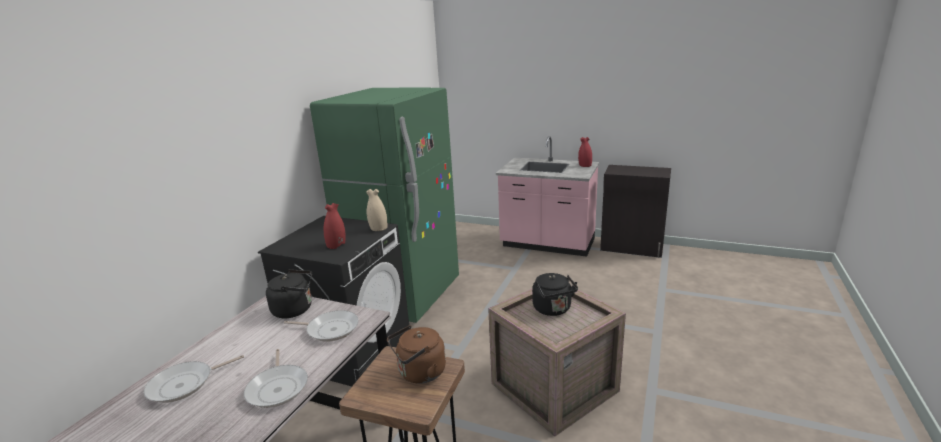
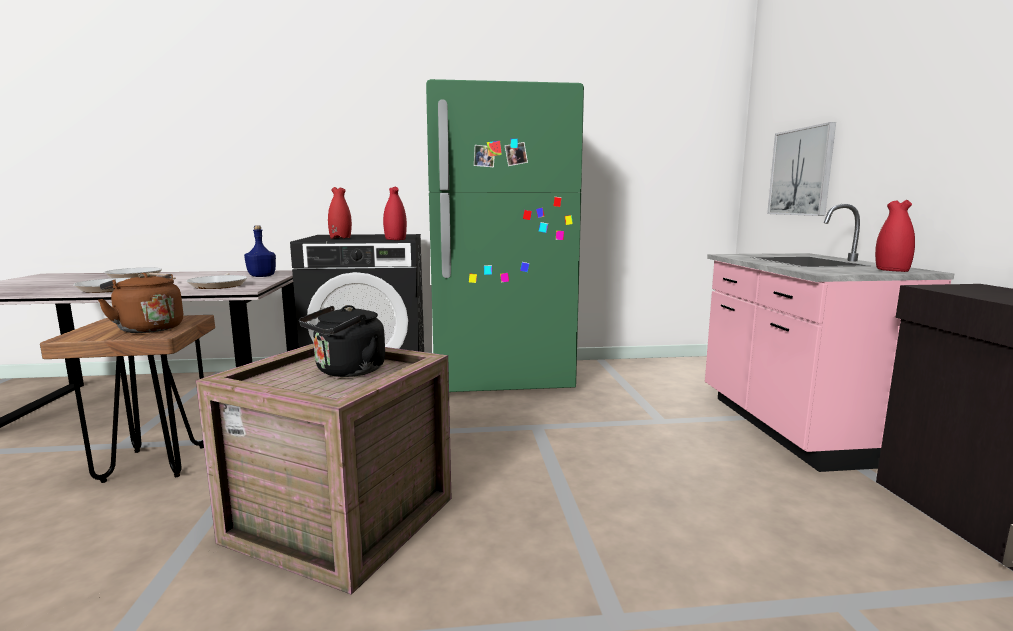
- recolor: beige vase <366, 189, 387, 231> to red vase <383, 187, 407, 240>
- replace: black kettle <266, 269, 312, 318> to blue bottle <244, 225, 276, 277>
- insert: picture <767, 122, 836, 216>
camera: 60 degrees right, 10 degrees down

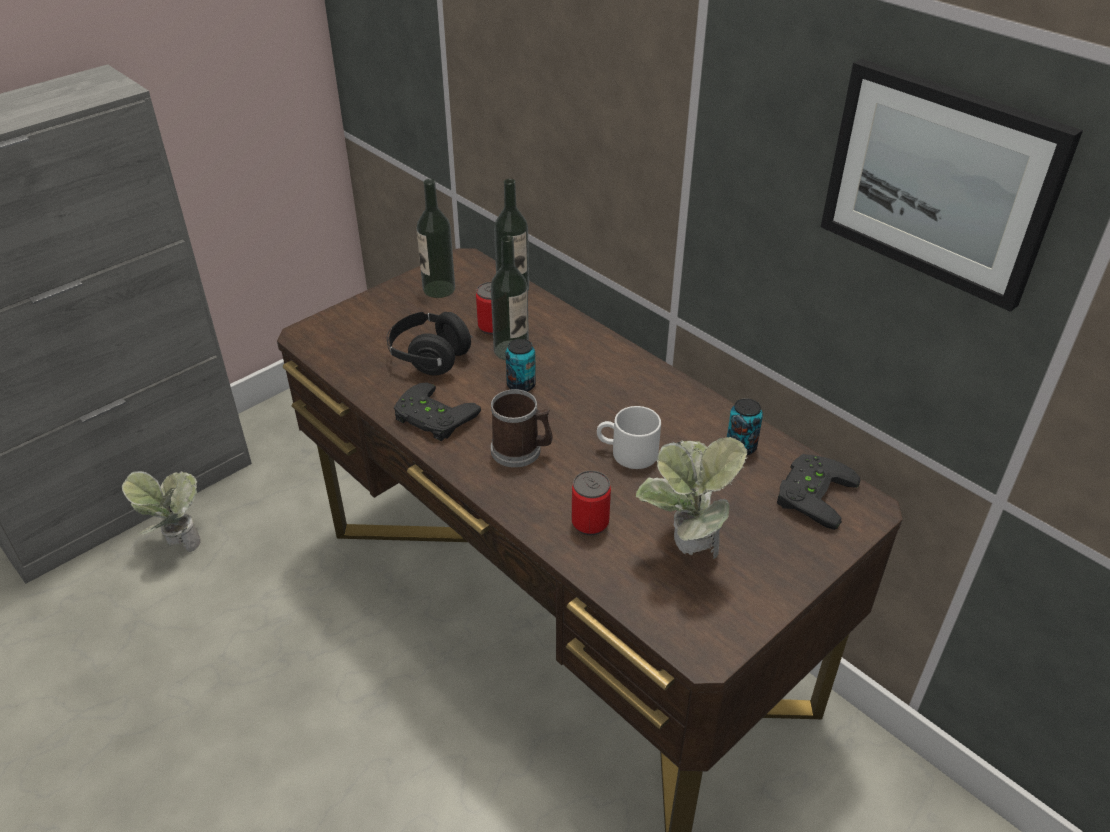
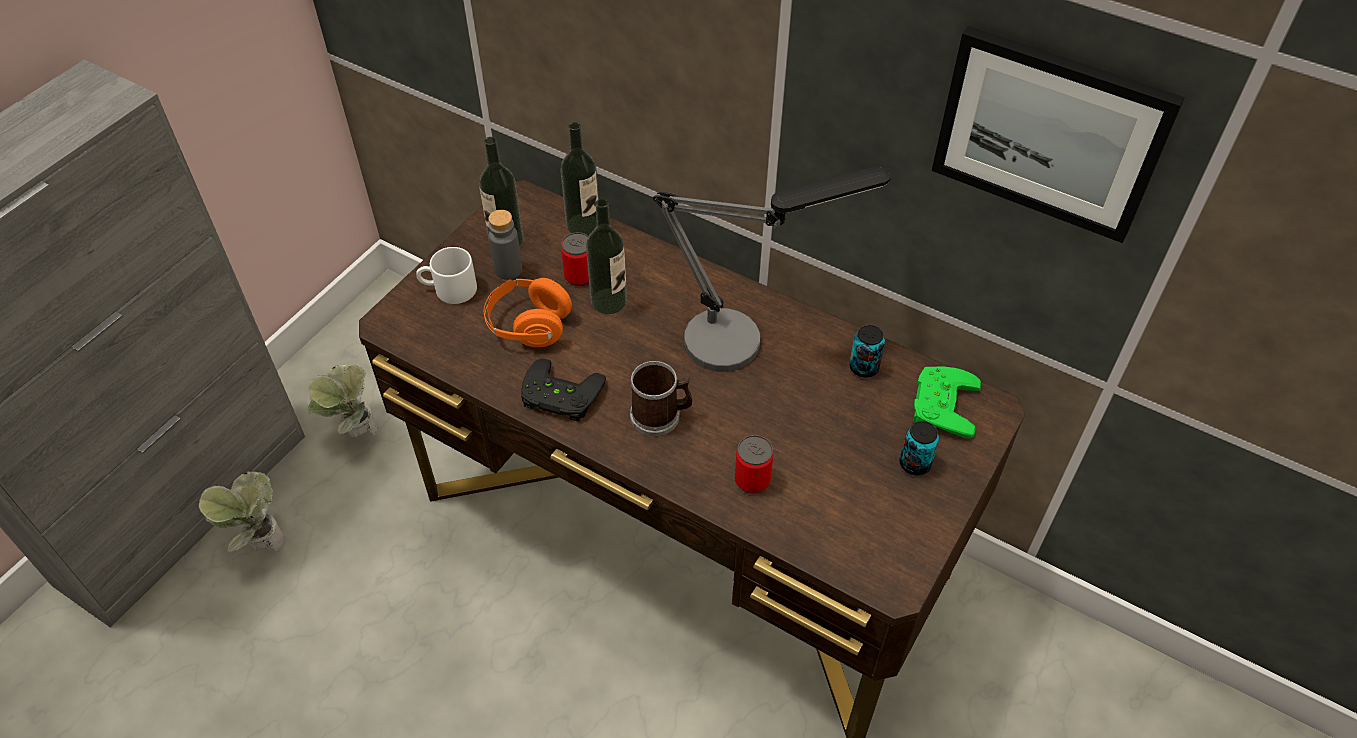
- recolor: black headphones <387, 312, 473, 375> to orange headphones <484, 278, 572, 347>
- move: can <505, 339, 536, 392> to <899, 421, 939, 476>
- move: white mug <597, 406, 661, 469> to <416, 247, 477, 304>
- move: potted plant <636, 437, 747, 559> to <308, 364, 379, 438>
- recolor: black game controller <777, 454, 861, 530> to green game controller <913, 367, 981, 438>
- insert: table lamp <653, 166, 891, 372>
- insert: grey bottle <488, 210, 522, 280>
camera: 15 degrees left, 10 degrees up

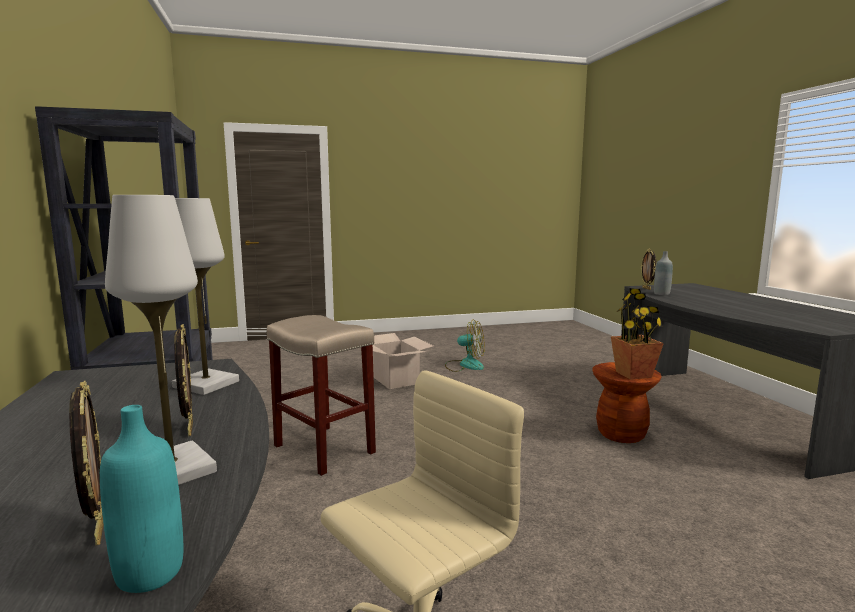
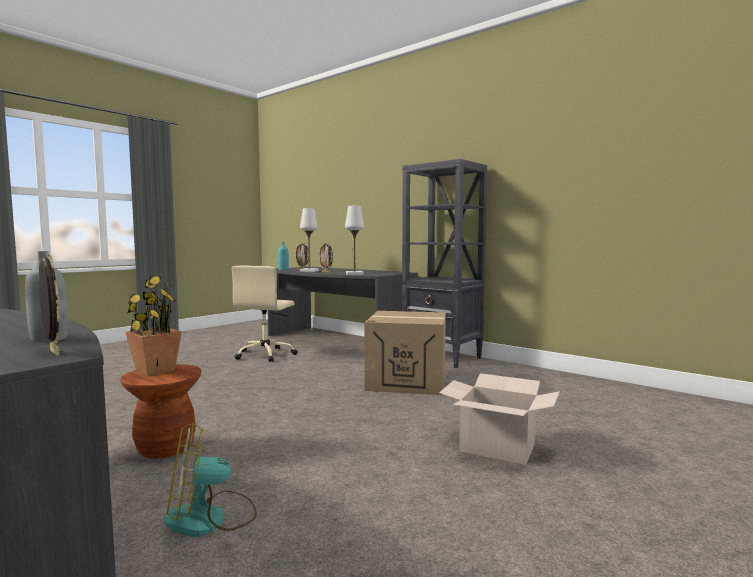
- replace: beige stool <267, 315, 376, 476> to cardboard box <364, 311, 446, 395>
- move: fan <445, 319, 485, 372> to <164, 423, 257, 537>
camera: 145 degrees right, 5 degrees down

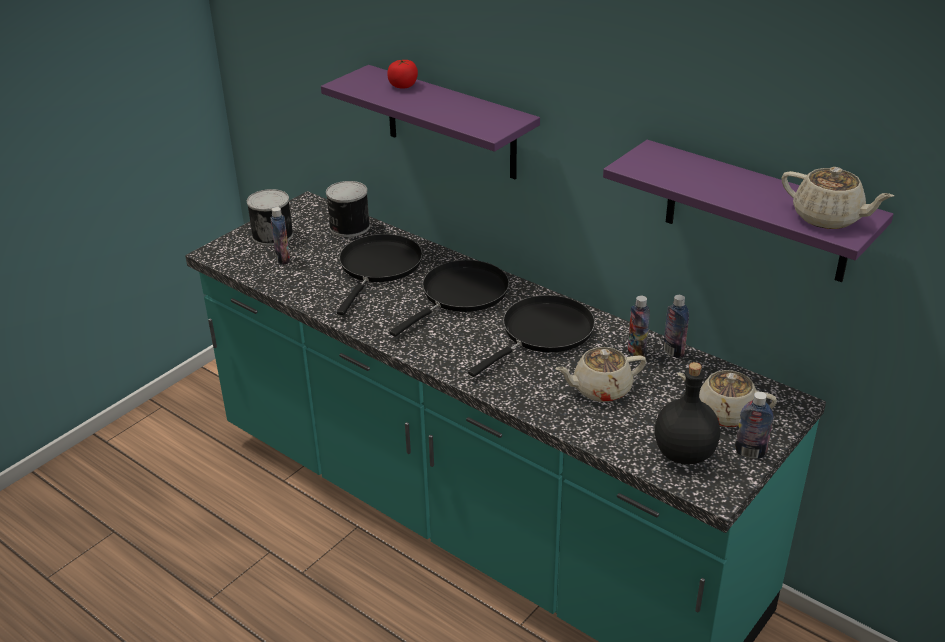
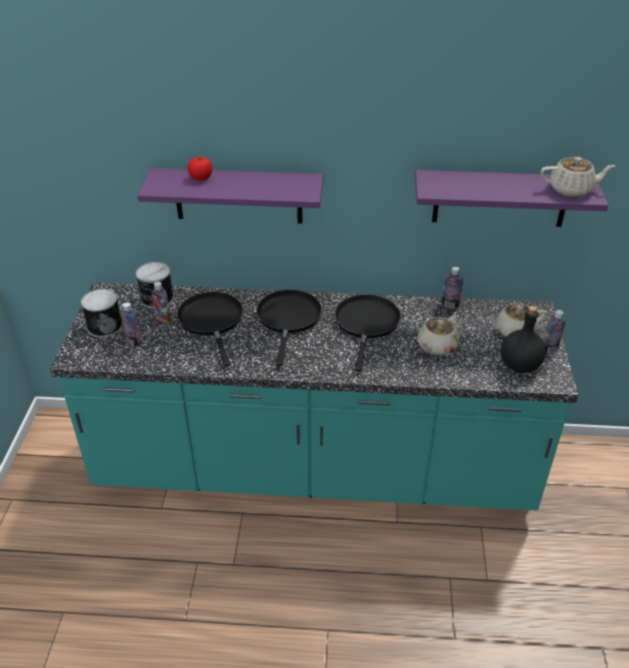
- move: bottle <627, 296, 650, 358> to <151, 282, 171, 325>
camera: 35 degrees left, 5 degrees up

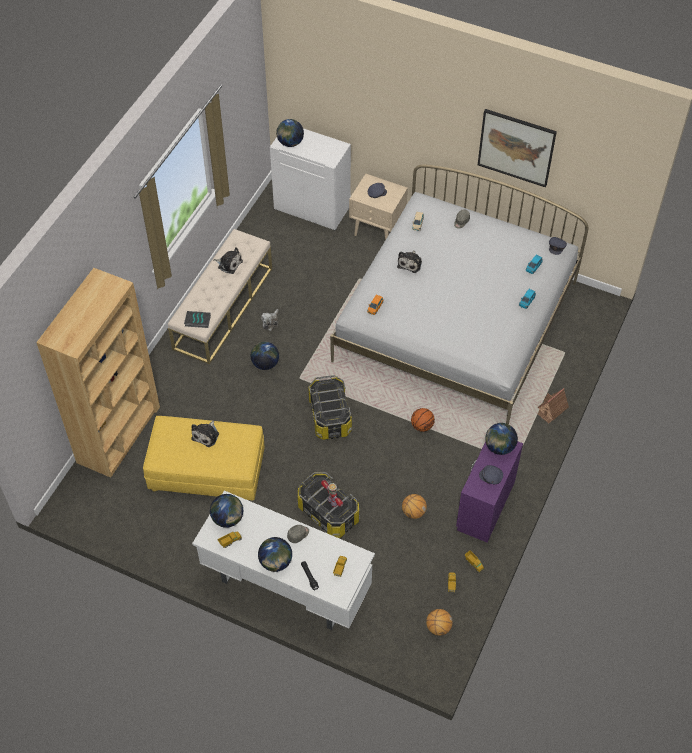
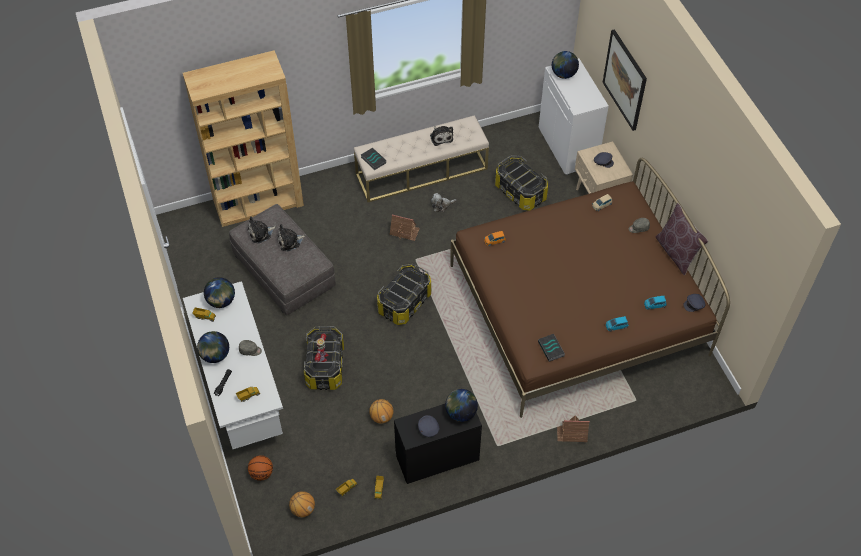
- move: picture <478, 109, 557, 187> to <603, 29, 647, 131>
- recolor: white bed <330, 164, 589, 424> to brown bed <450, 158, 730, 418>
- move: plush toy <397, 250, 422, 273> to <248, 217, 276, 243>
- replace: globe <251, 342, 279, 370> to toy house <390, 214, 420, 241>
- move: basketball <411, 408, 435, 432> to <248, 455, 273, 481>
- recolor: yellow ottoman <143, 416, 265, 500> to grey ottoman <229, 204, 336, 315>
- recolor: purple dresser <456, 442, 523, 543> to black dresser <394, 404, 482, 484>
- insert: storage box <495, 155, 548, 211>
- insert: brown pillow <656, 203, 708, 276>
- insert: book <538, 334, 565, 362>
camera: 45 degrees right, 0 degrees up

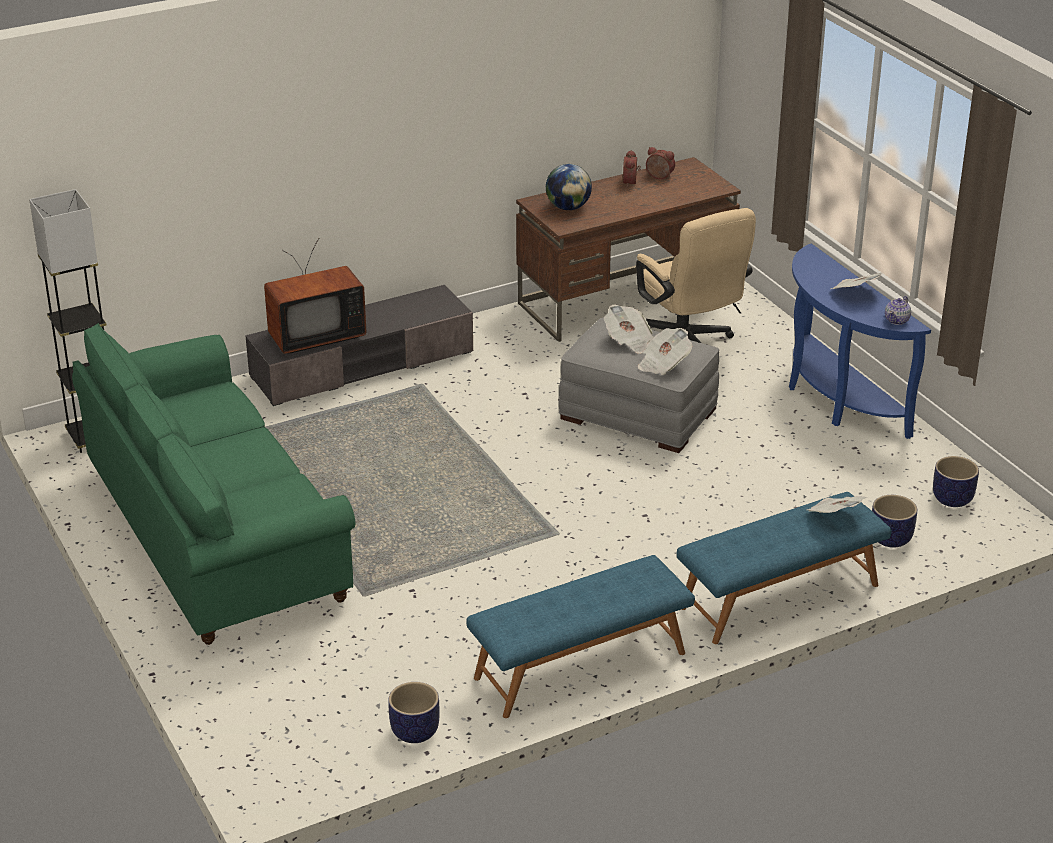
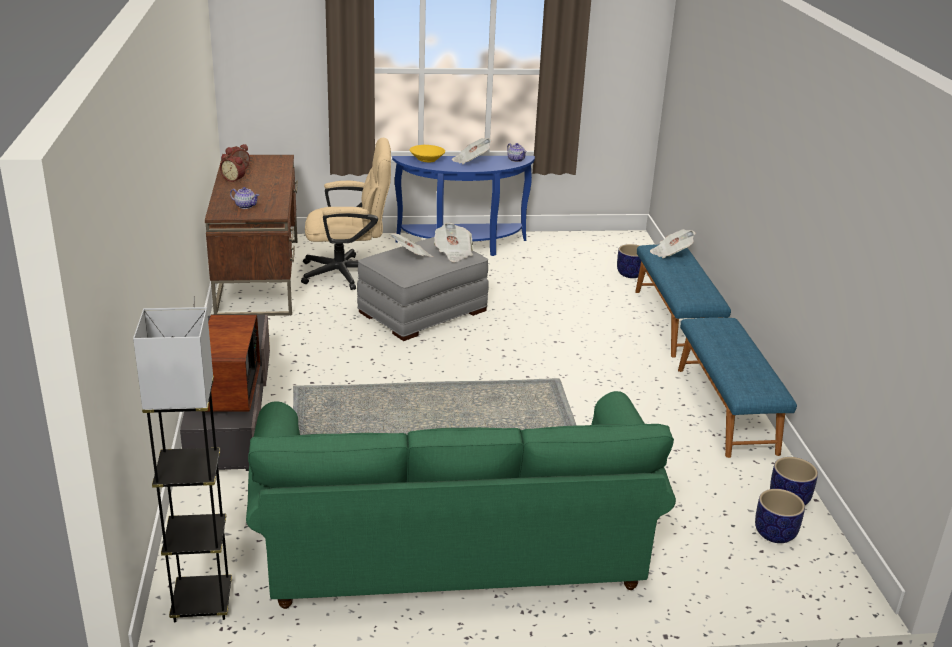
- replace: globe <546, 164, 592, 210> to teapot <230, 187, 259, 209>
- move: planter <933, 456, 979, 507> to <755, 489, 805, 543>
- insert: yellow bowl <410, 145, 445, 162>
camera: 70 degrees left, 5 degrees down

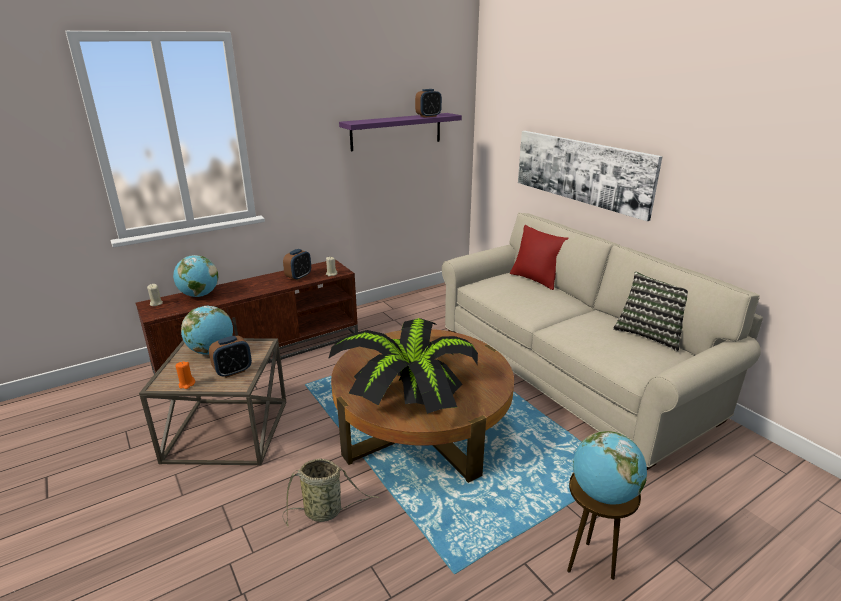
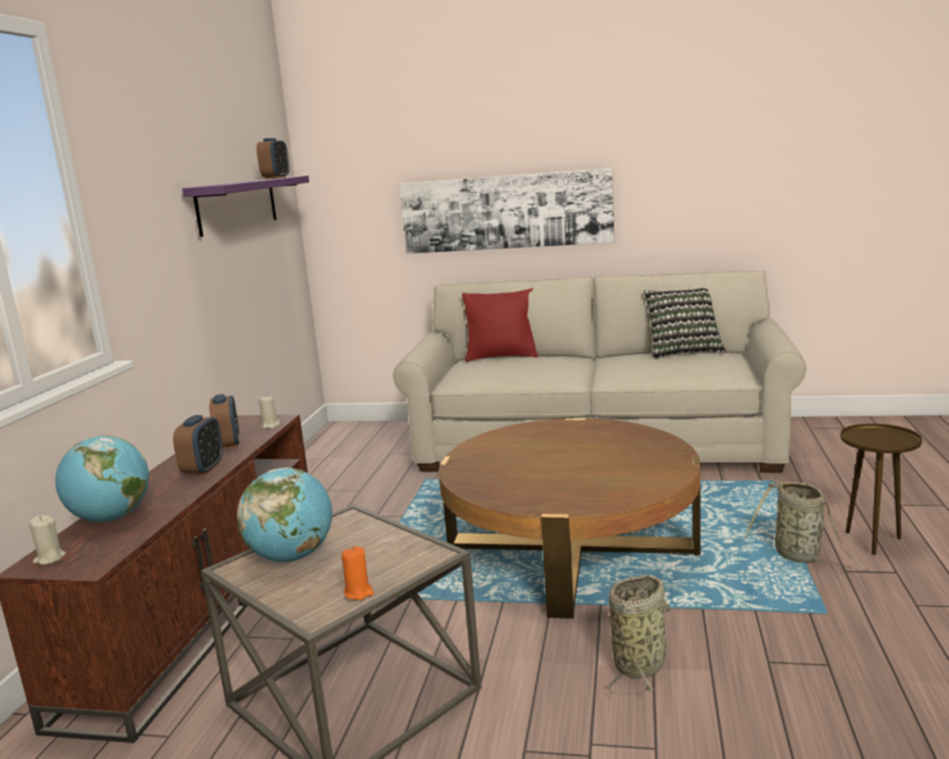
- delete: potted plant <328, 318, 478, 414>
- move: alarm clock <209, 336, 252, 378> to <173, 415, 223, 475>
- delete: globe <573, 431, 647, 505>
- insert: basket <745, 481, 868, 570>
camera: 45 degrees left, 10 degrees down

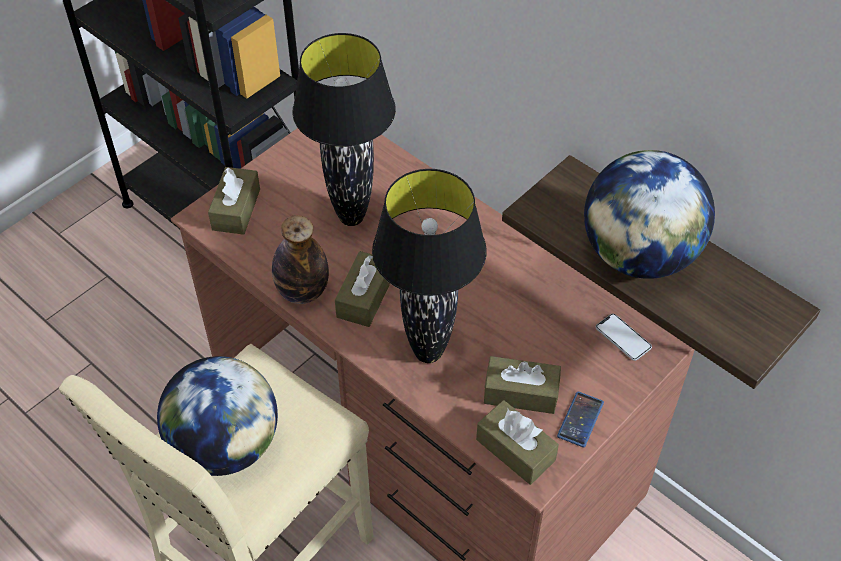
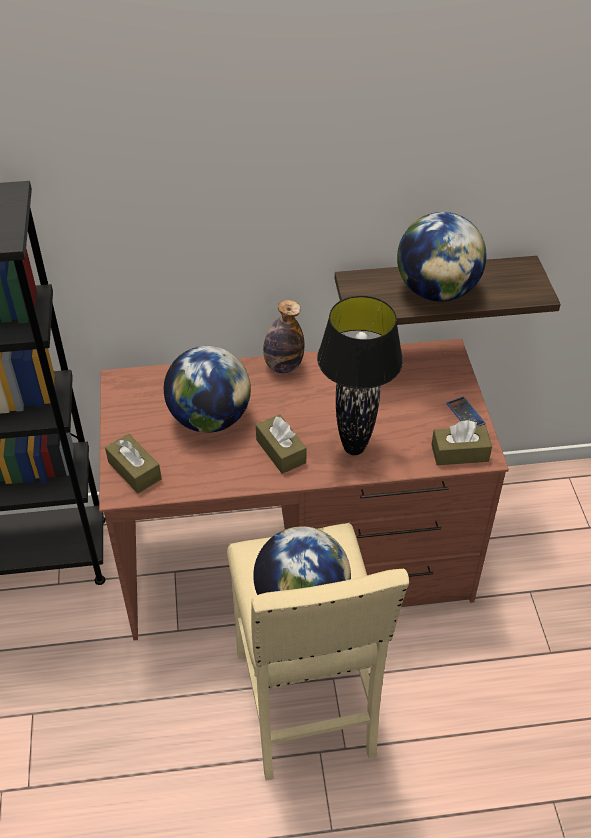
- replace: black table lamp <292, 33, 396, 226> to globe <164, 346, 251, 433>
- move: bottle <272, 215, 329, 304> to <263, 300, 304, 373>
- delete: phone <596, 314, 652, 361>
- delete: brown tissue box <484, 356, 561, 414>
camera: 50 degrees left, 5 degrees down

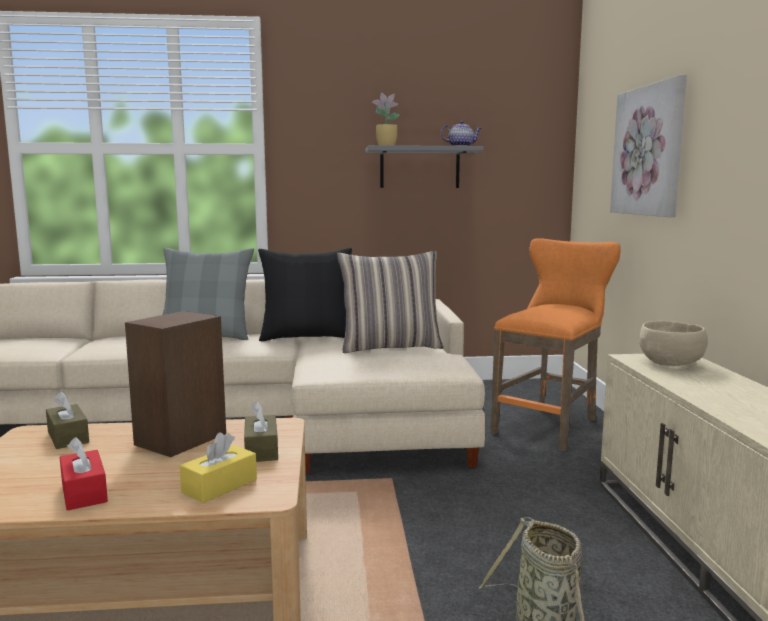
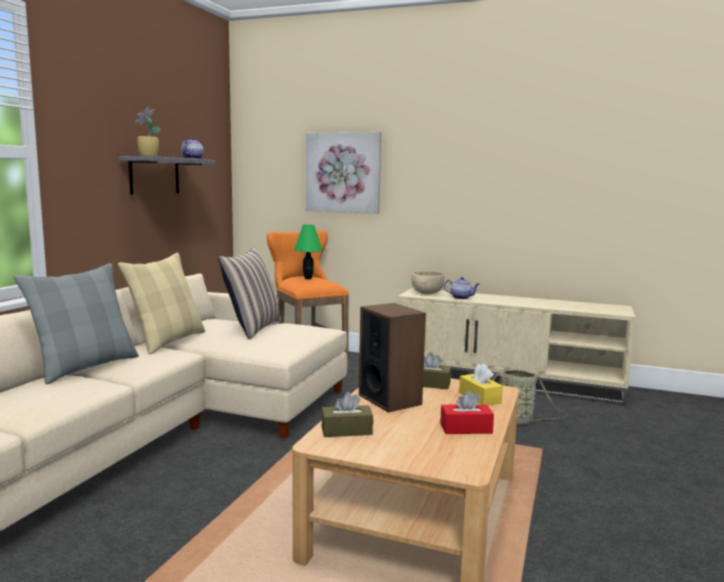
- recolor: black pillow <258, 248, 352, 341> to beige pillow <118, 252, 205, 354>
- insert: green table lamp <294, 224, 323, 280>
- insert: teapot <444, 277, 479, 299>
camera: 65 degrees left, 0 degrees up

